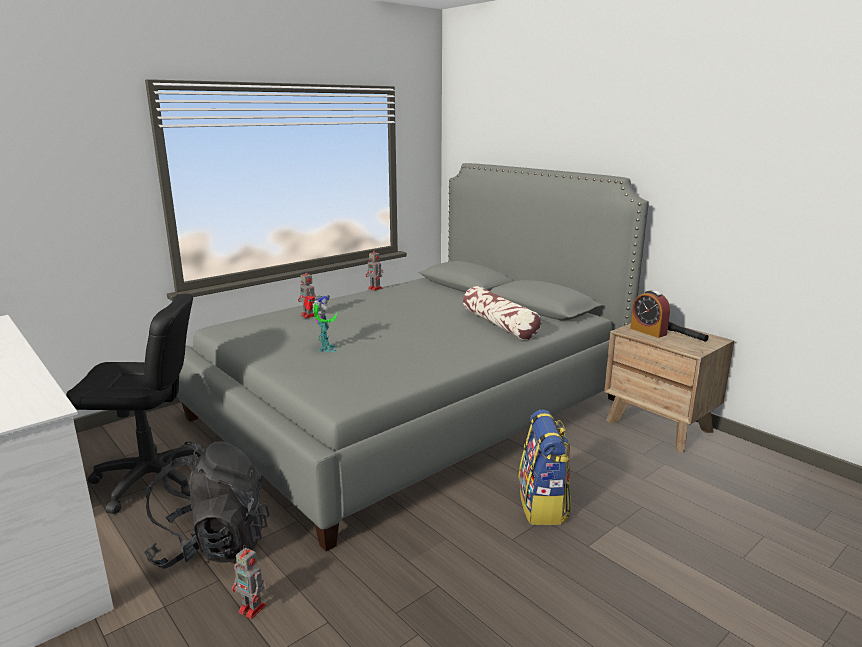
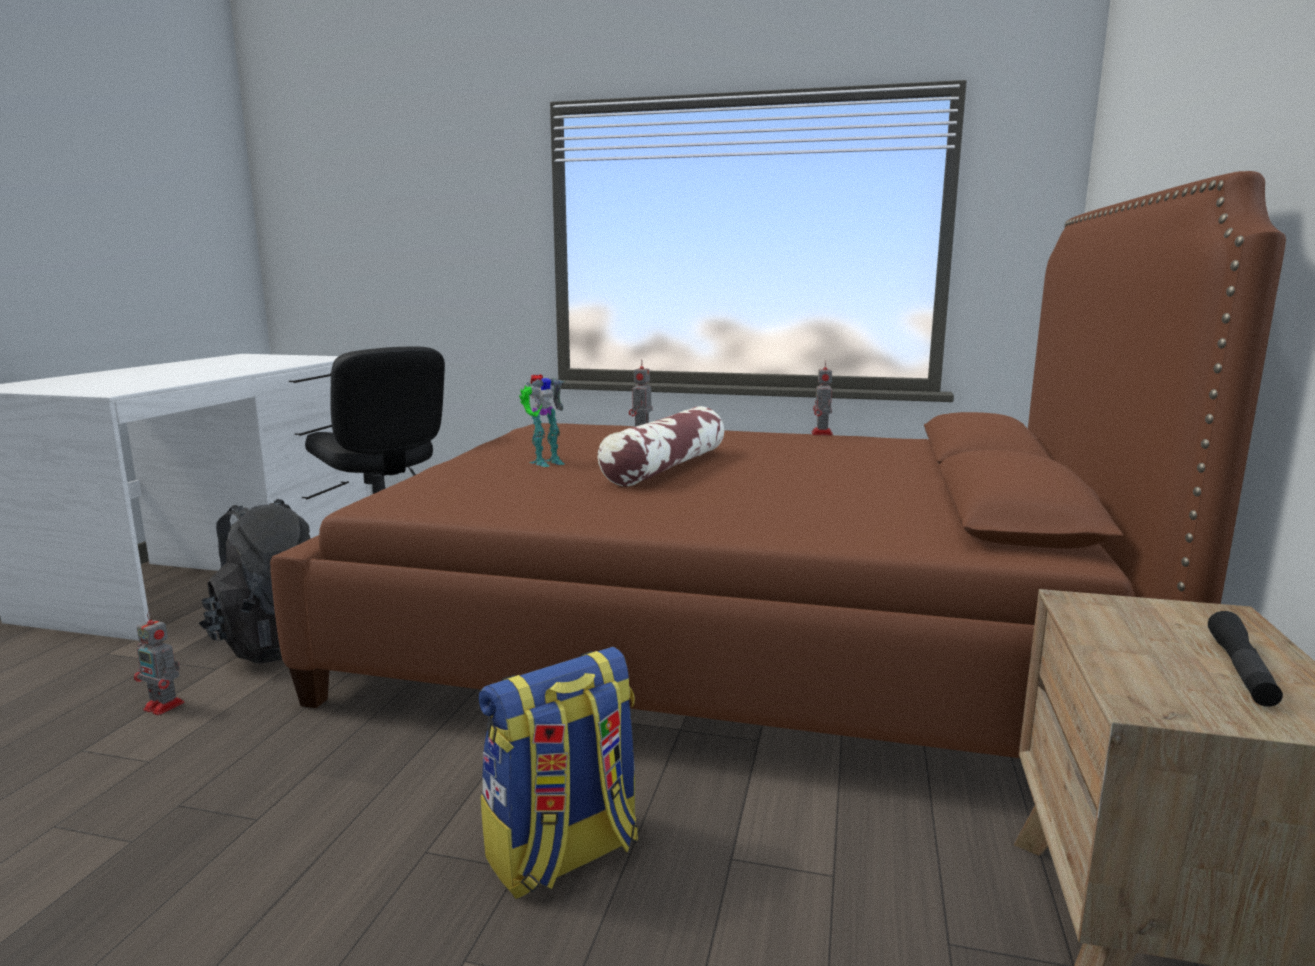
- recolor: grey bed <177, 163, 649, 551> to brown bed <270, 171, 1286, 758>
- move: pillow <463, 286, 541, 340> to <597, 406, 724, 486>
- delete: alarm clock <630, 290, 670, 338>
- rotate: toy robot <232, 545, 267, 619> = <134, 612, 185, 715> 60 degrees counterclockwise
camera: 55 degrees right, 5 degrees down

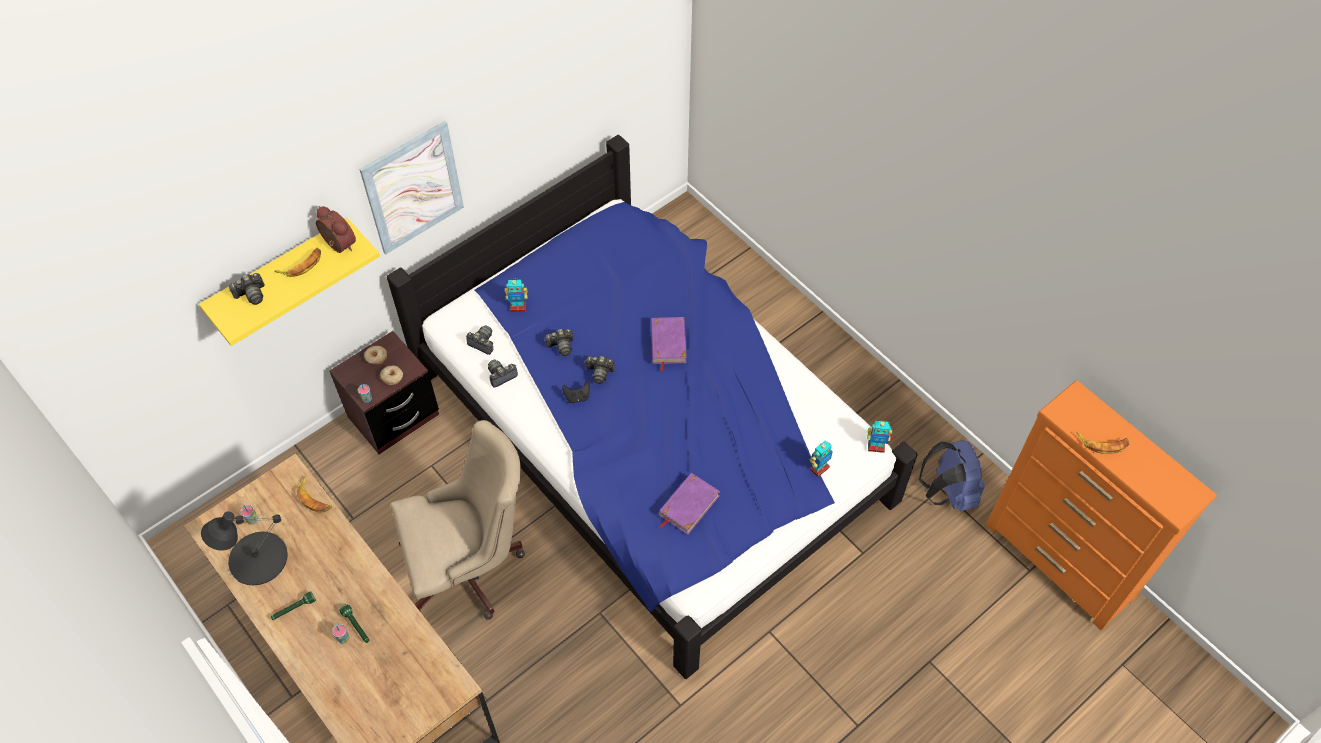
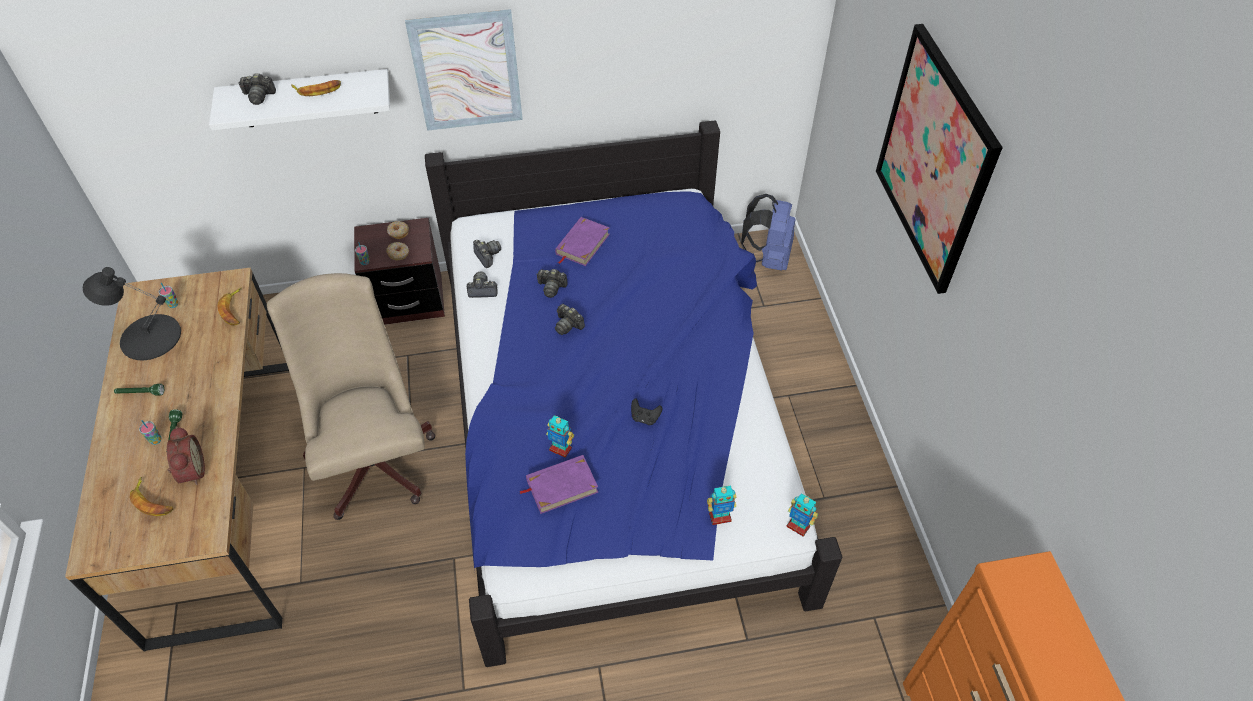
- move: alarm clock <316, 206, 356, 253> to <167, 426, 205, 485>
- recolor: yellow shelf <199, 218, 380, 346> to white shelf <209, 69, 390, 130>
- move: toy robot <505, 278, 528, 312> to <546, 415, 574, 458>
- move: purple book <651, 317, 687, 372> to <555, 217, 610, 266>
- move: black game controller <562, 381, 590, 403> to <631, 399, 662, 425>
- rotate: beige office chair <390, 420, 525, 620> = <267, 273, 436, 520> 120 degrees counterclockwise
- move: banana <1076, 432, 1129, 454> to <130, 477, 173, 516>
- move: blue backpack <919, 440, 985, 511> to <741, 194, 796, 271>
- insert: picture <876, 24, 1003, 294>
camera: 30 degrees right, 5 degrees down

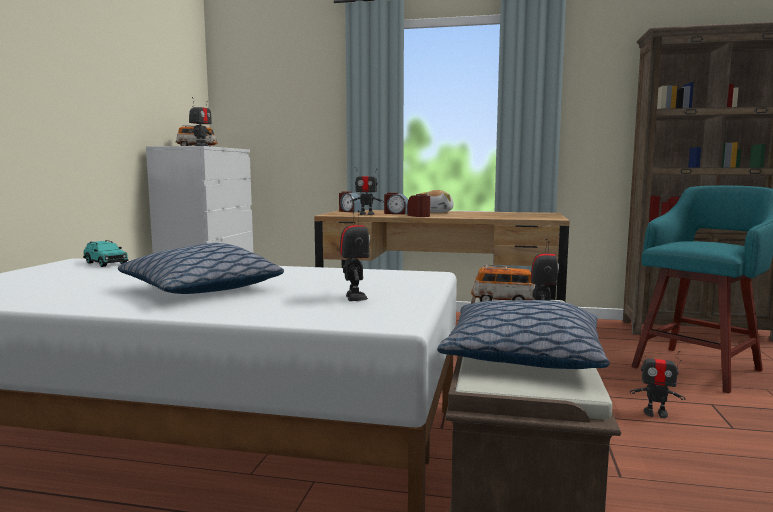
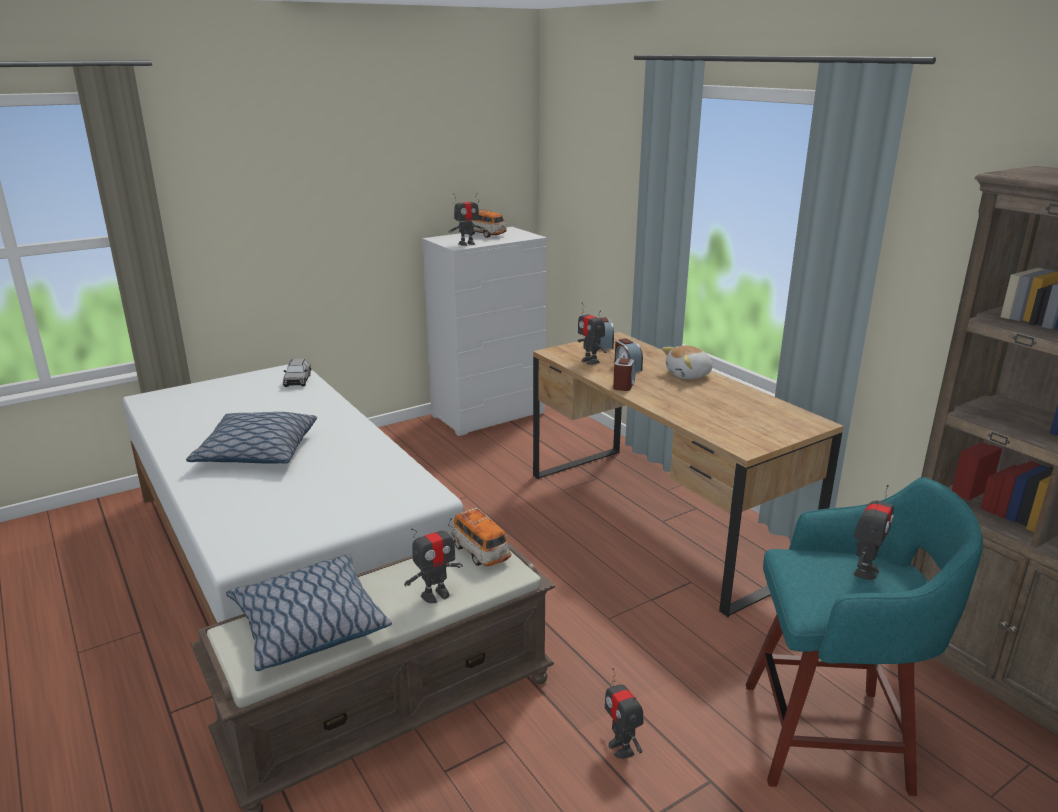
- move: toy robot <339, 209, 370, 301> to <853, 485, 894, 580>
- recolor: turquoise toy car <83, 240, 129, 267> to grey toy car <283, 359, 312, 387>
camera: 45 degrees right, 15 degrees up

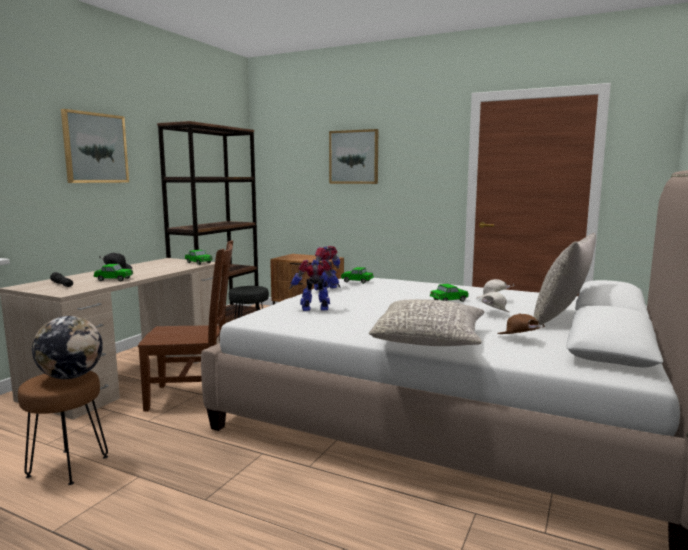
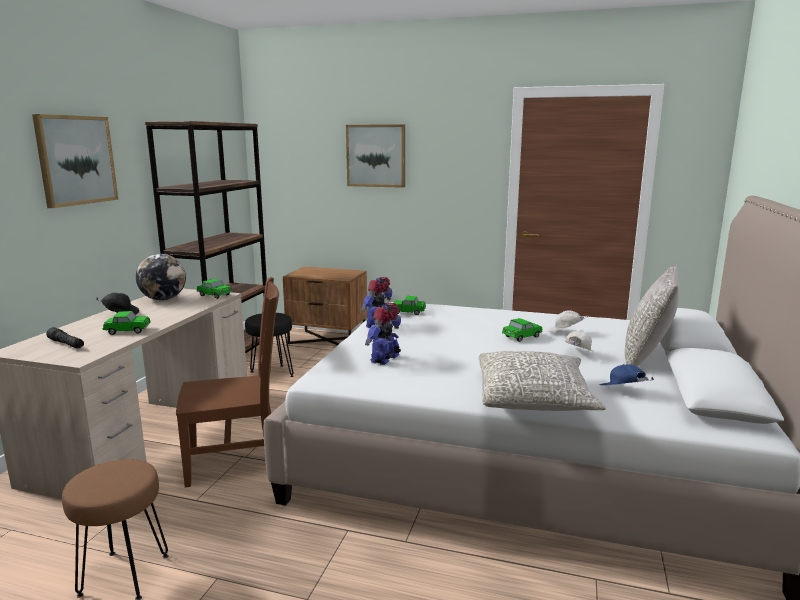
- rotate: toy robot <289, 259, 341, 311> = <365, 303, 401, 365> 45 degrees counterclockwise
- recolor: brown cap <498, 314, 545, 334> to blue cap <600, 364, 654, 385>
- move: globe <32, 316, 103, 379> to <136, 254, 186, 300>
camera: 10 degrees left, 5 degrees up

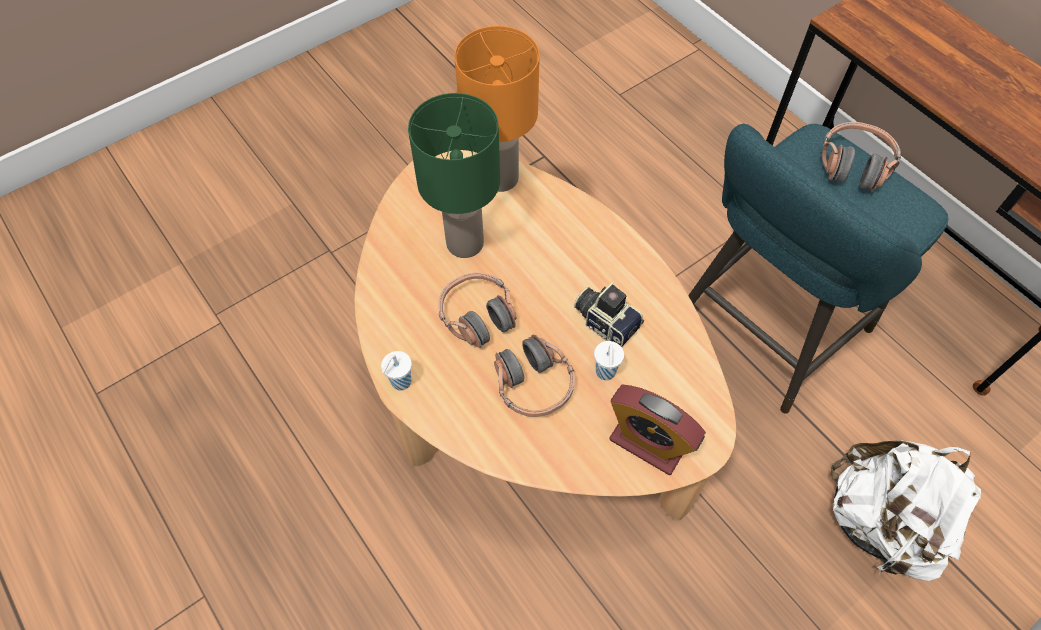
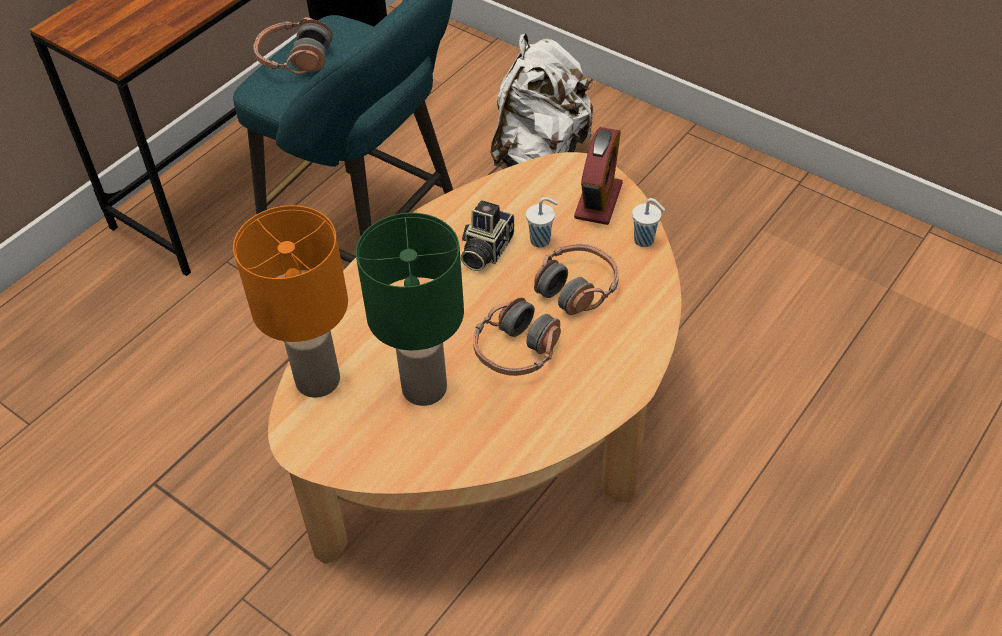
- move: white cup <381, 351, 412, 391> to <632, 198, 665, 247>
camera: 105 degrees left, 10 degrees down

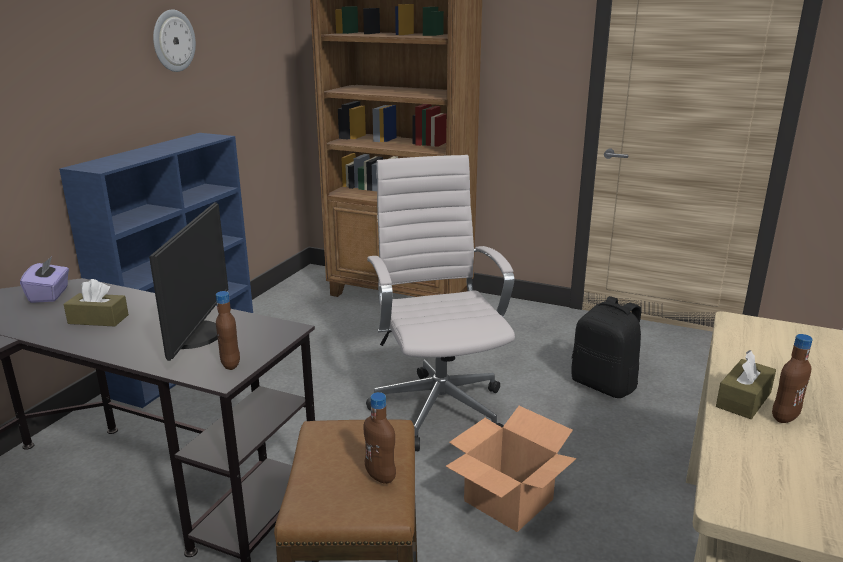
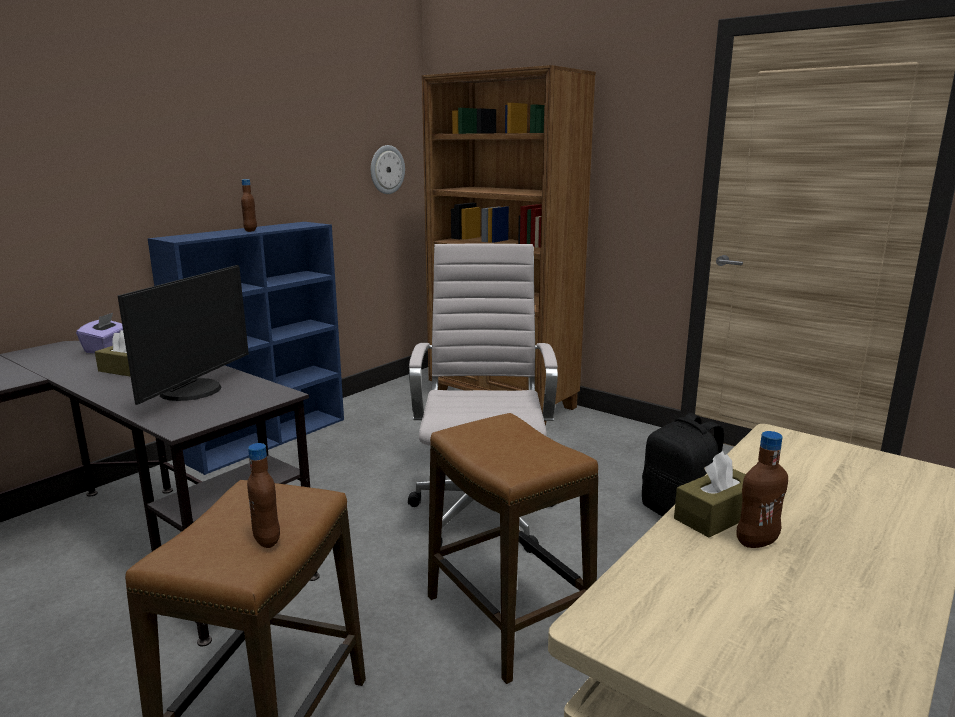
- move: wall clock <153, 9, 196, 72> to <371, 145, 405, 194>
- move: brown bottle <216, 291, 240, 370> to <241, 179, 257, 232>
- replace: cardboard box <445, 406, 576, 532> to stool <428, 413, 598, 684>
camera: 15 degrees right, 5 degrees down

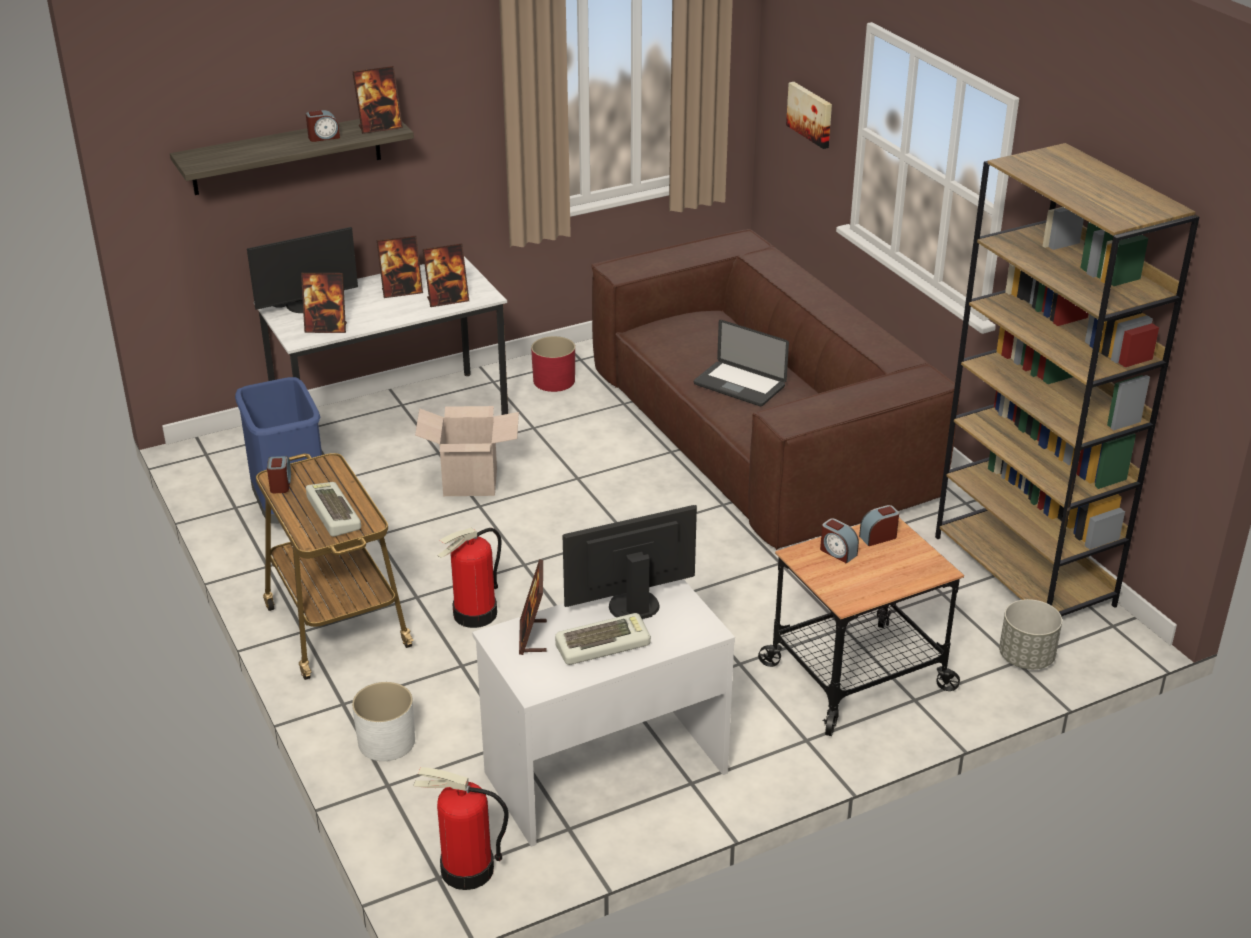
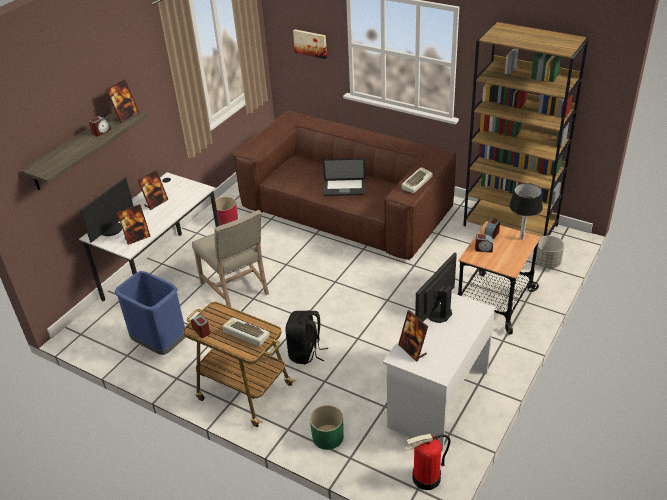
- delete: picture frame <423, 243, 469, 307>
- replace: cardboard box <415, 406, 519, 496> to beige chair <192, 210, 269, 308>
- replace: fire extinguisher <437, 528, 502, 628> to black backpack <285, 311, 328, 364>
- move: keyboard <555, 613, 651, 665> to <402, 167, 433, 193>
- recolor: white planter <352, 682, 415, 761> to green planter <310, 405, 344, 450>
- insert: black table lamp <509, 183, 543, 239>
camera: 30 degrees left, 5 degrees up

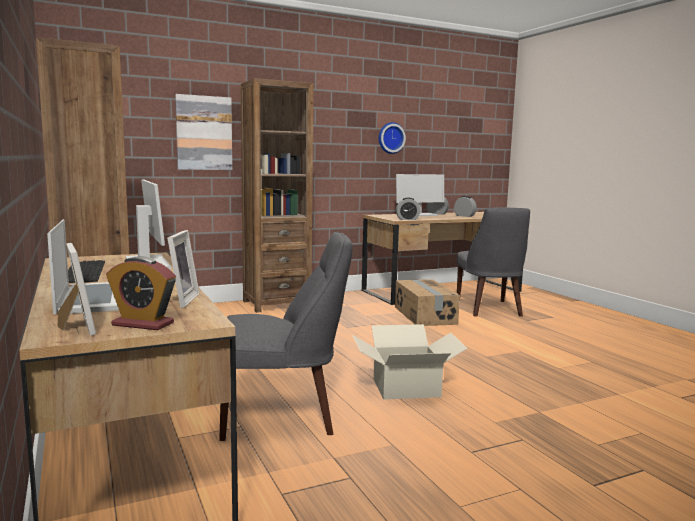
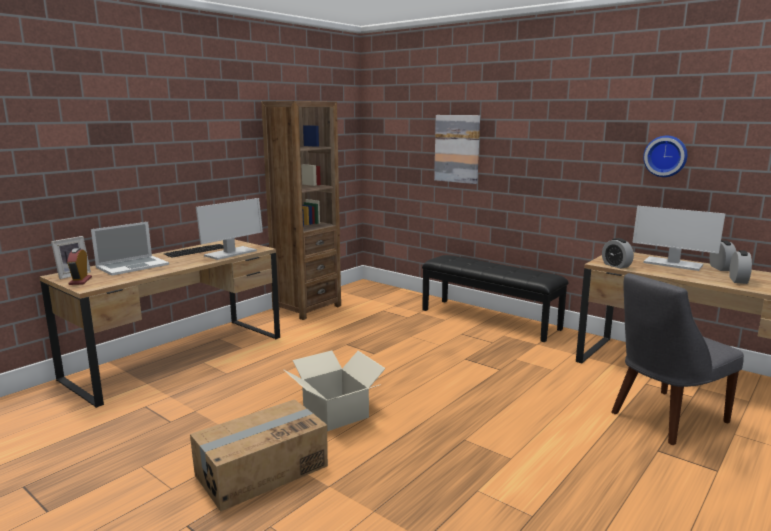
- replace: brown bookcase <240, 78, 313, 313> to black bench <422, 255, 568, 342>
- delete: picture frame <167, 230, 199, 308>
- delete: grey chair <219, 232, 353, 441>
- move: cardboard box <395, 280, 460, 326> to <190, 399, 328, 512>
camera: 65 degrees right, 5 degrees up

